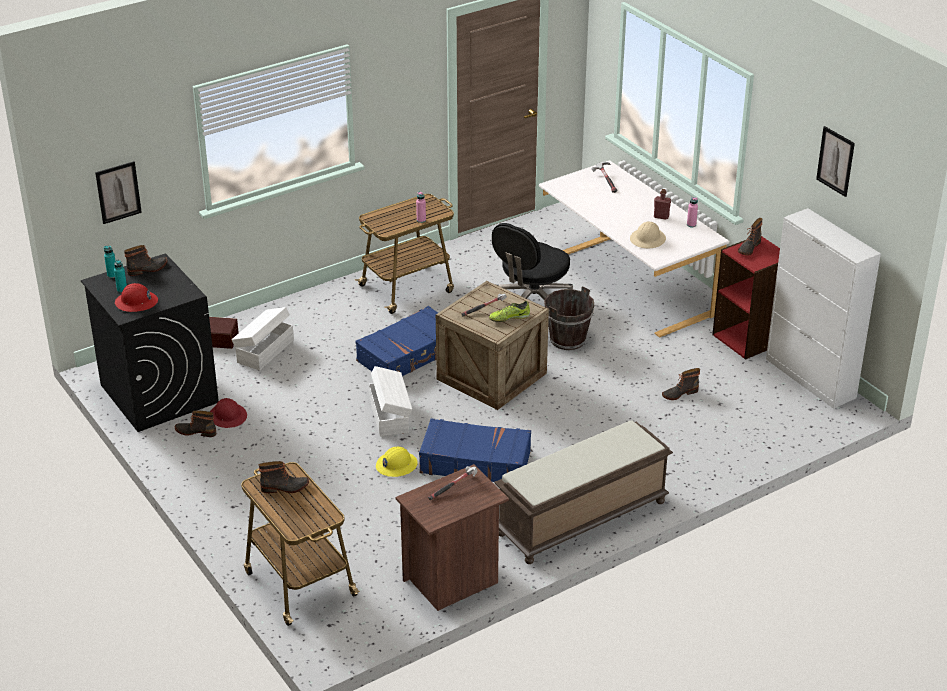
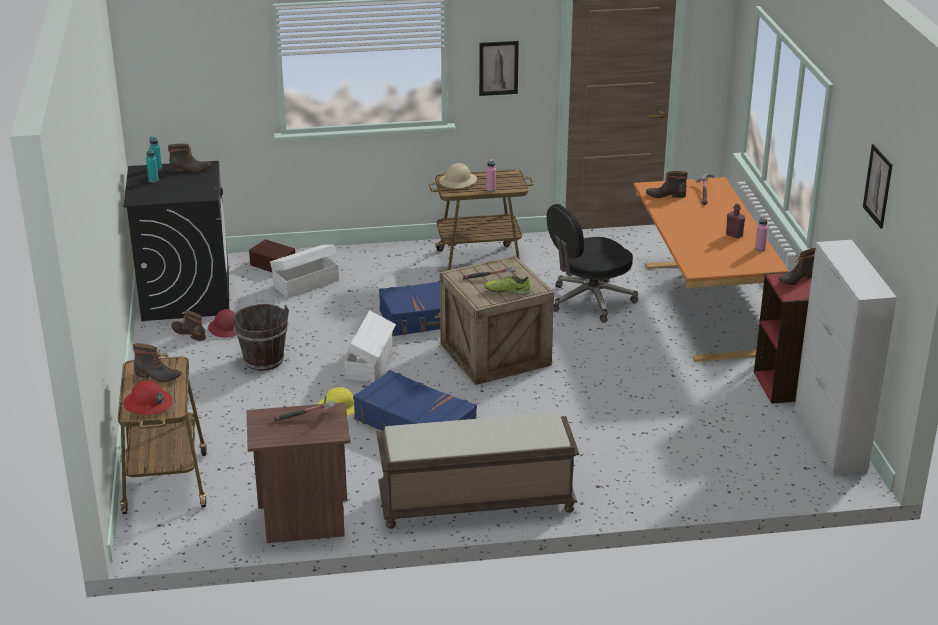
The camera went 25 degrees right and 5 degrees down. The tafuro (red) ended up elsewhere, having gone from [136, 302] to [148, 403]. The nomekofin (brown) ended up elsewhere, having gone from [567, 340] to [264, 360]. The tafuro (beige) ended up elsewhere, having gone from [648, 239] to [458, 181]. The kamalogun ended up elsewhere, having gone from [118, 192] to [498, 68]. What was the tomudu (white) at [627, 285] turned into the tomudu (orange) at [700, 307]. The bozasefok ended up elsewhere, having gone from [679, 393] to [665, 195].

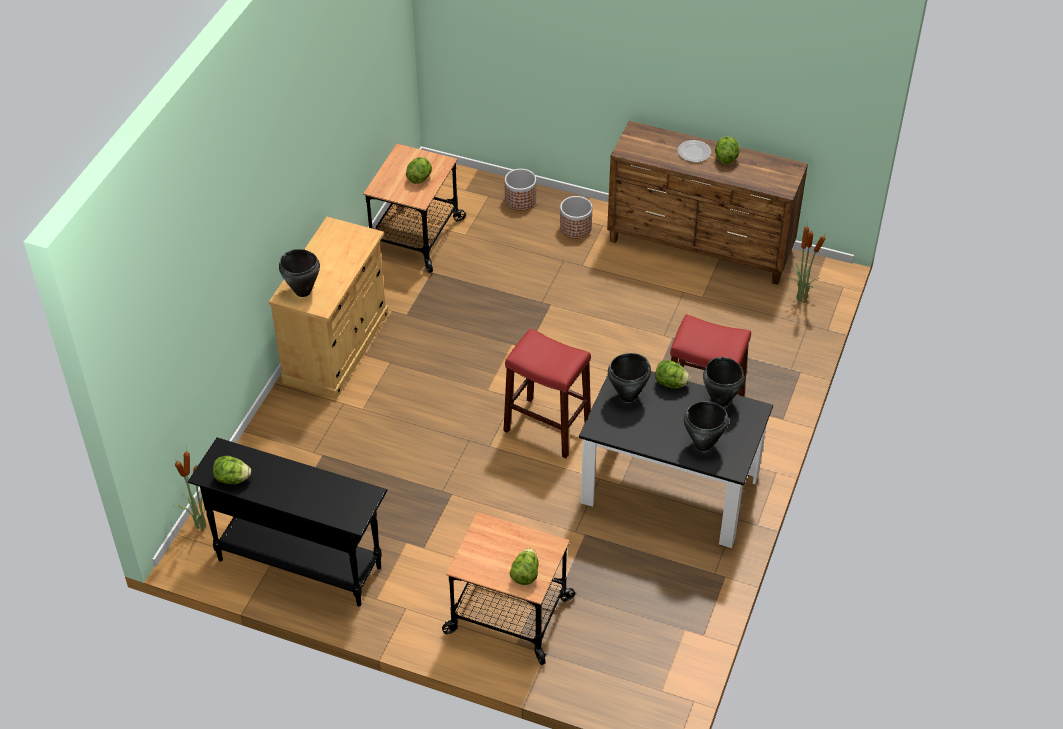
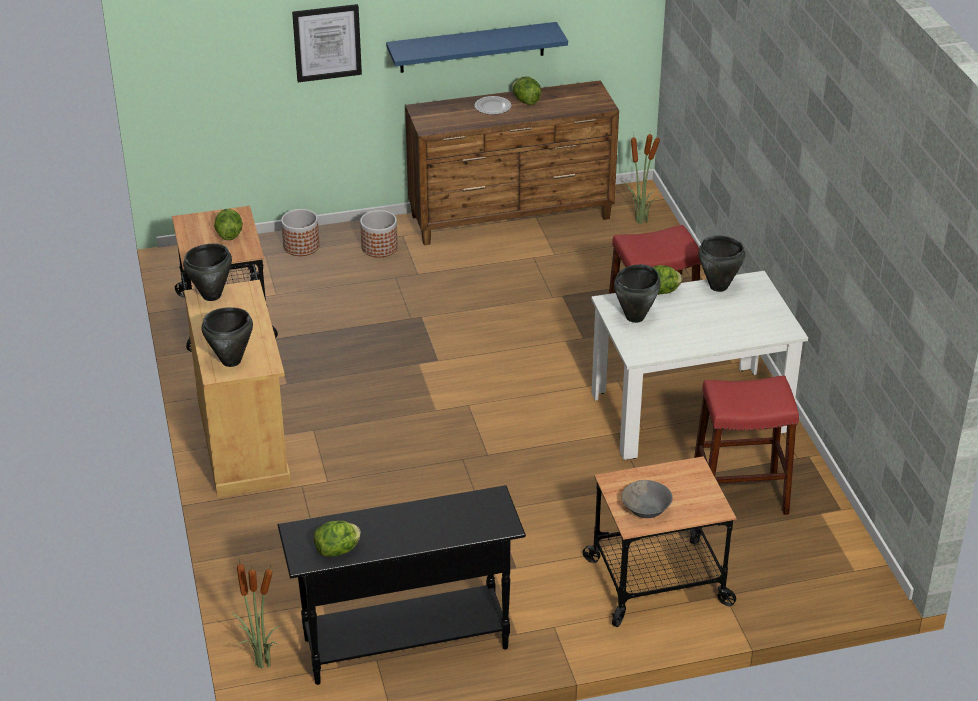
The camera went 35 degrees left and 10 degrees down. The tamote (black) ended up elsewhere, having gone from [703, 445] to [212, 295]. The second view gained the kamalogun at [327, 42]. The second view gained the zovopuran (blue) at [472, 47]. What was the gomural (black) at [670, 490] turned into the gomural (white) at [689, 413]. The second view gained the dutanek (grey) at [646, 510]. The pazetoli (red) ended up elsewhere, having gone from [547, 427] to [739, 496]. The second view lost the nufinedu at [525, 574].

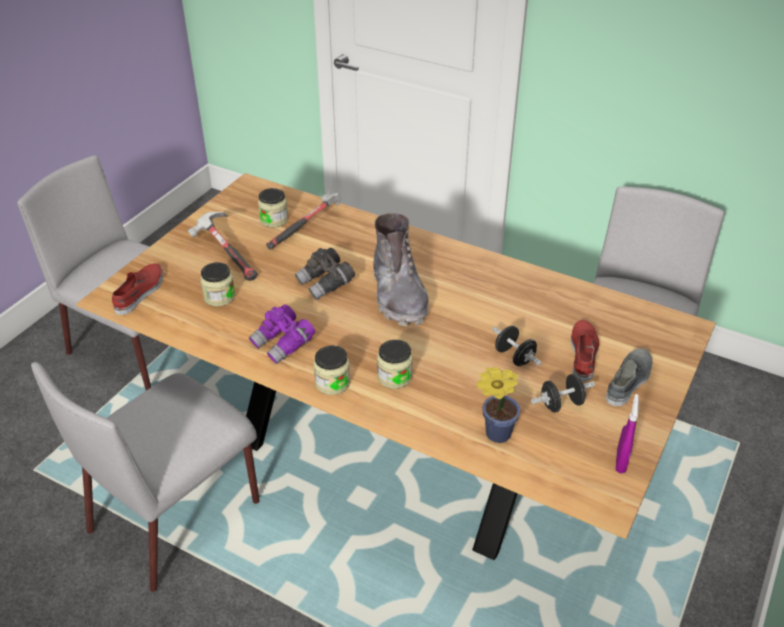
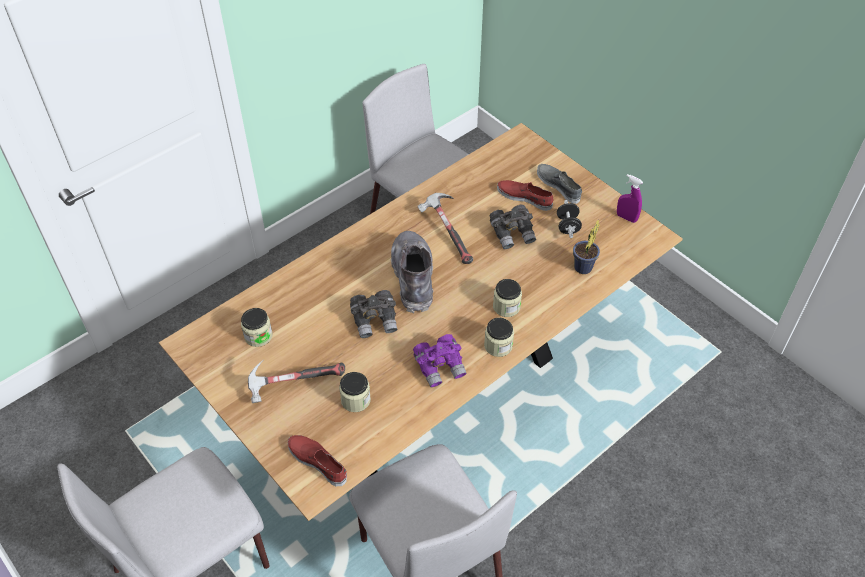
The camera went 70 degrees left and 10 degrees up. The bozasefok (grey) at [398, 295] ended up facing another way, 105 degrees counterclockwise from before. The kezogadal ended up elsewhere, having gone from [307, 228] to [448, 233]. Where the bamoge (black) stood at [514, 357], the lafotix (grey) came to stand at [512, 233].

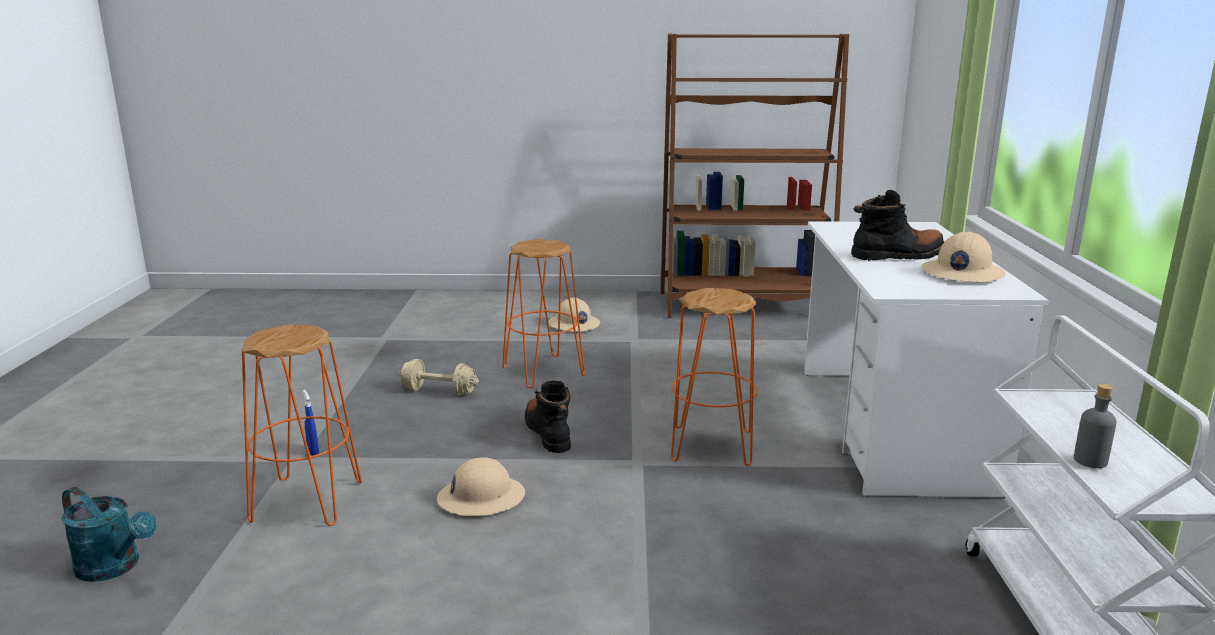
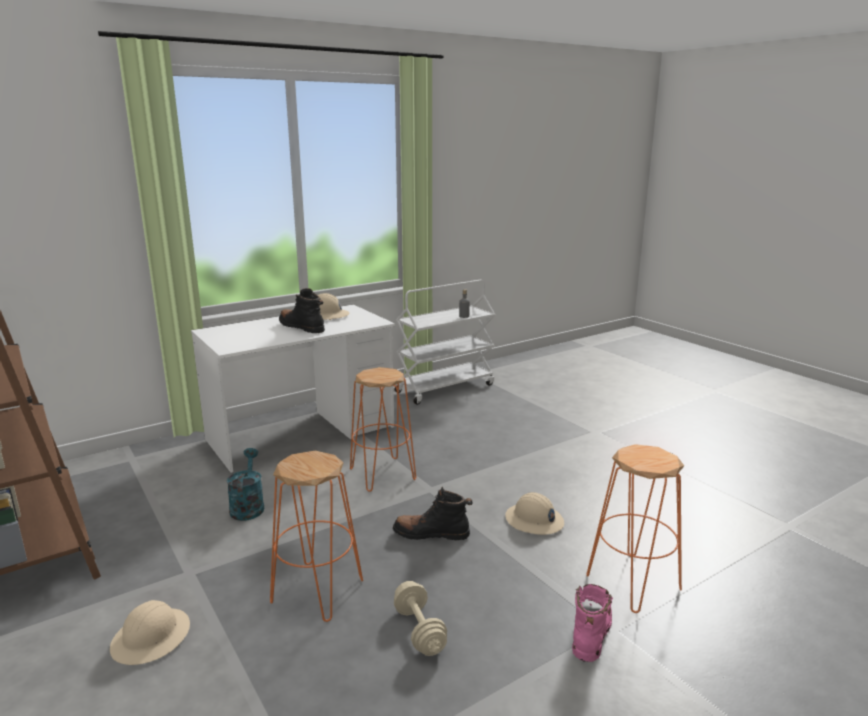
The camera went 125 degrees left and 0 degrees up. The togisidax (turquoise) ended up elsewhere, having gone from [115, 567] to [248, 506]. The bozasefok (black) at [548, 433] ended up facing another way, 60 degrees clockwise from before. Where the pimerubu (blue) stood at [313, 451], the bozasefok (pink) came to stand at [591, 630].

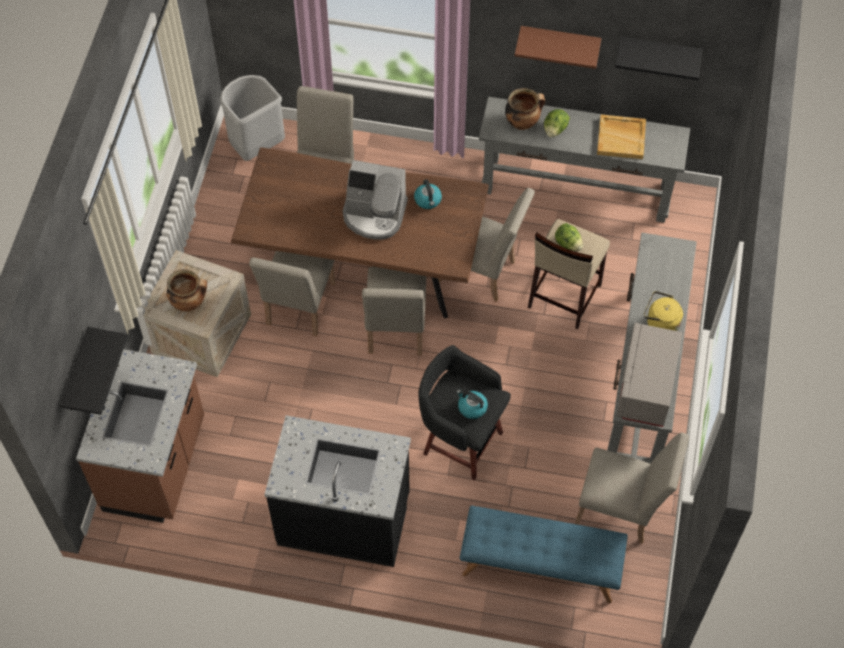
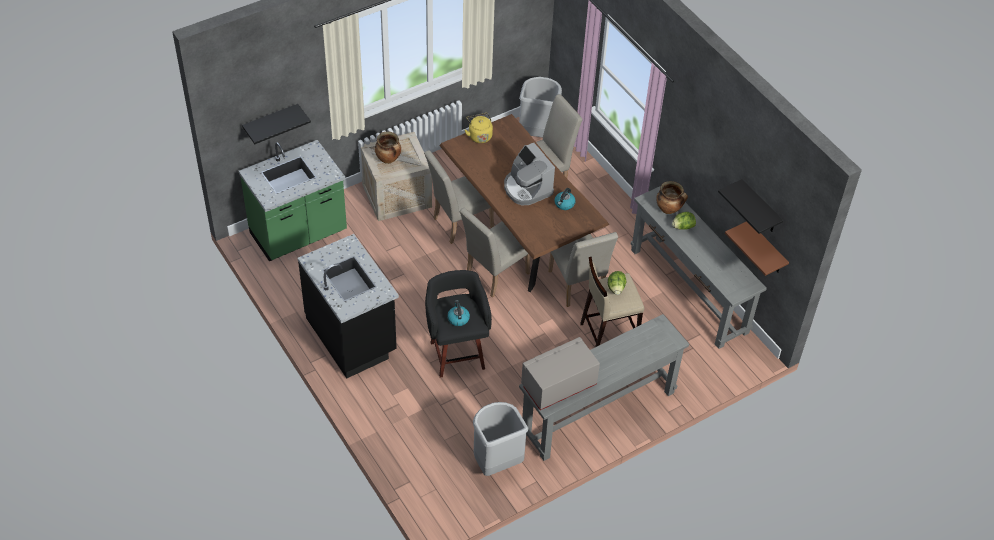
The camera went 45 degrees right and 10 degrees down. What was the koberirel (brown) at [156, 465] turned into the koberirel (green) at [299, 235]. The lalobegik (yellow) ended up elsewhere, having gone from [660, 323] to [479, 135]. Where the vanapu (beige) stood at [622, 511], the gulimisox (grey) came to stand at [496, 462]. The zovopuran (brown) ended up elsewhere, having gone from [559, 42] to [766, 249]. The second view lost the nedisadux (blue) at [540, 567]. The second view lost the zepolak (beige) at [621, 138].

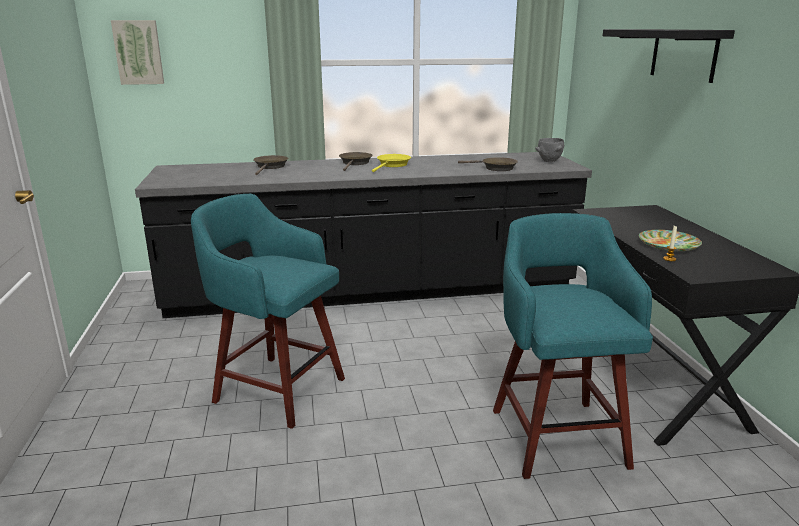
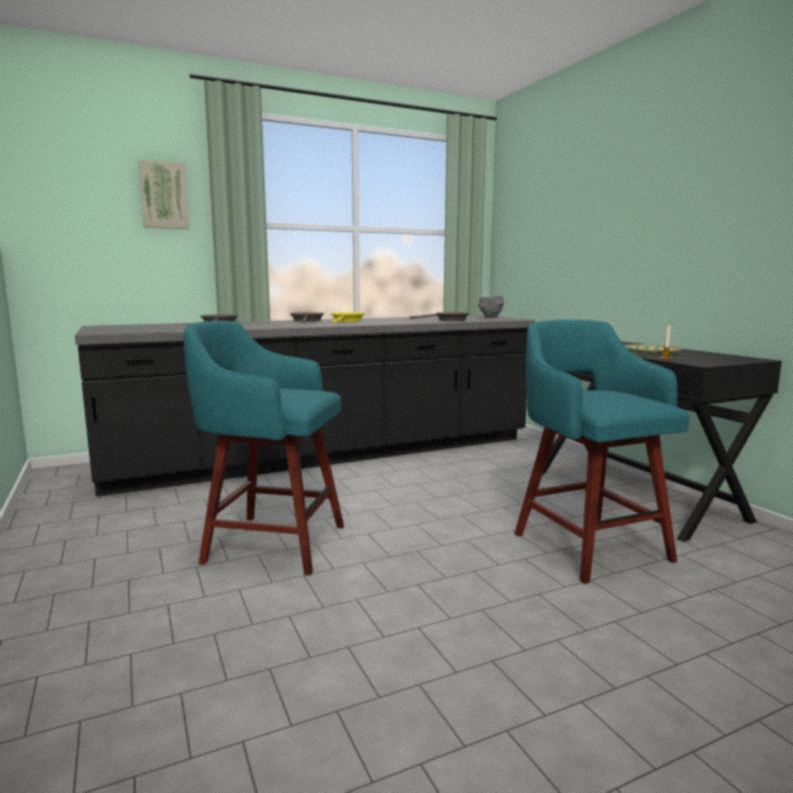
The camera went 15 degrees left and 10 degrees down. The kamalogun ended up elsewhere, having gone from [138, 52] to [164, 195]. The second view lost the zovopuran (black) at [683, 54].

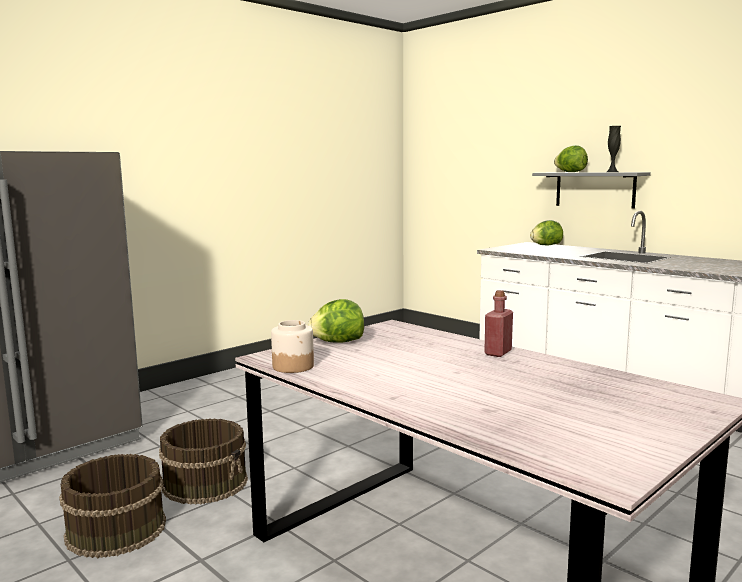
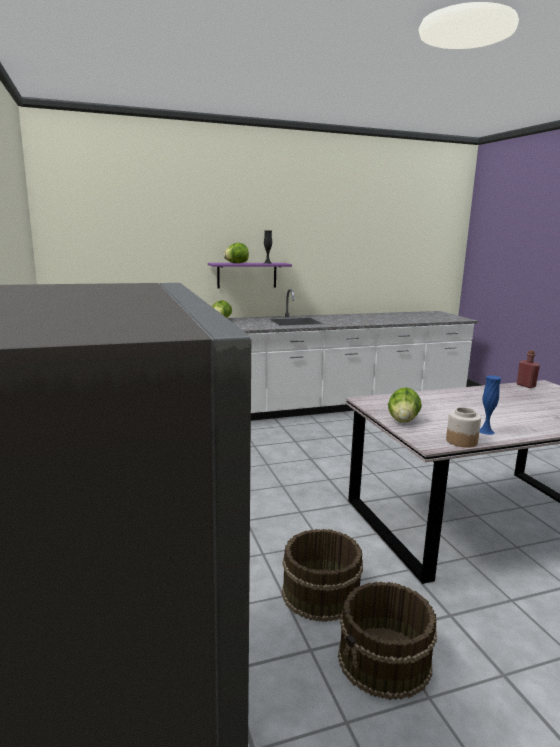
The camera went 65 degrees left and 5 degrees up. What was the zovopuran (grey) at [595, 189] turned into the zovopuran (purple) at [247, 275]. The second view gained the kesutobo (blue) at [486, 431]. The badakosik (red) ended up elsewhere, having gone from [498, 353] to [526, 385].

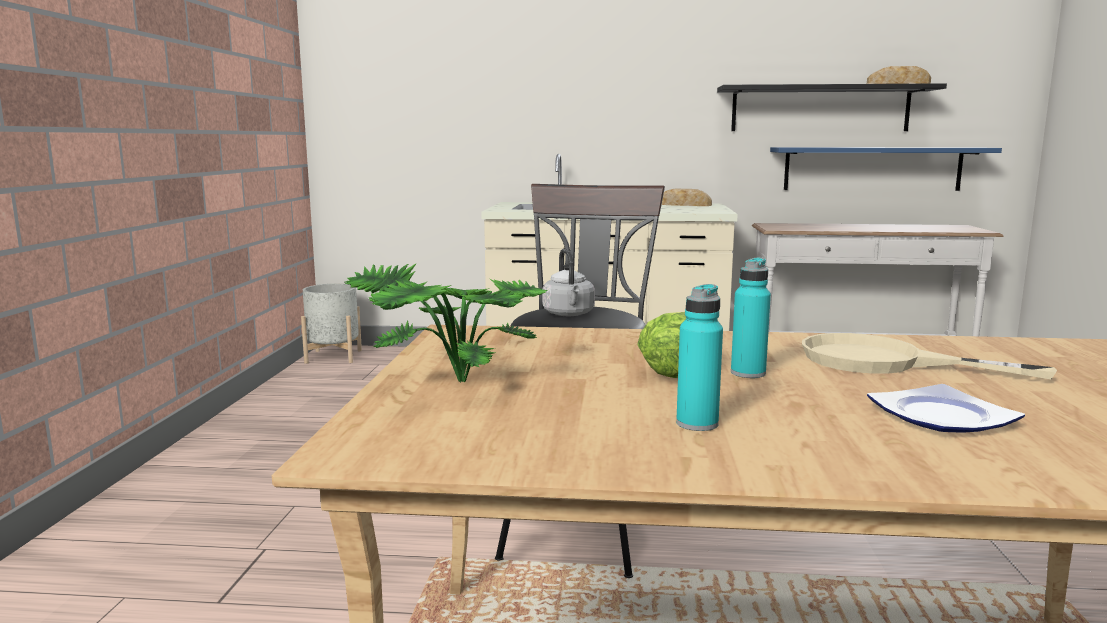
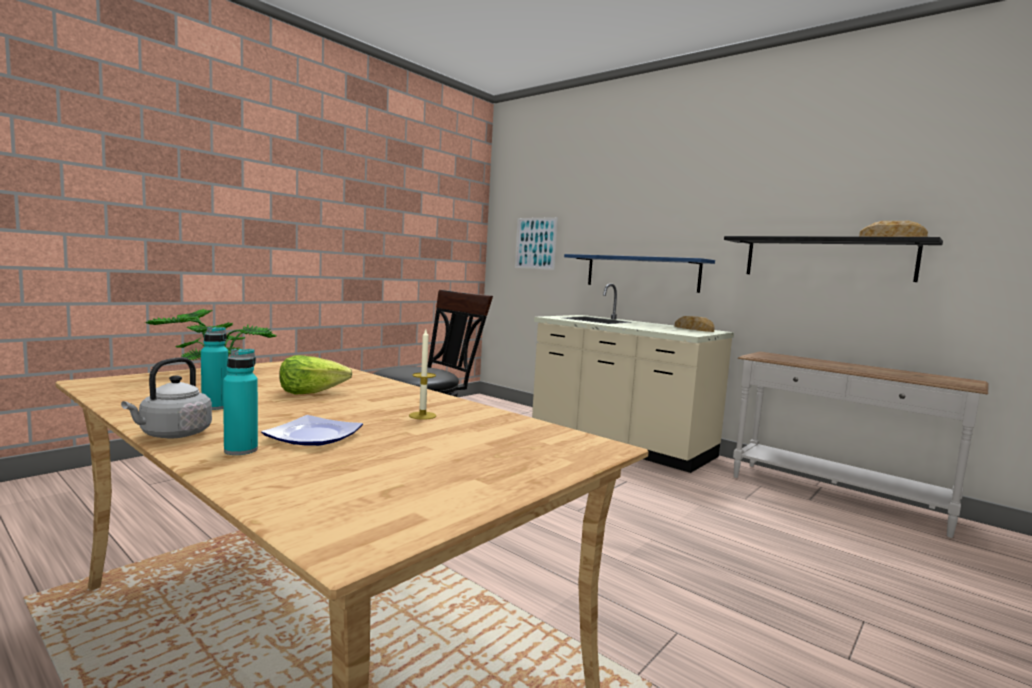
The camera went 35 degrees right and 5 degrees down. The lalobegik (grey) ended up elsewhere, having gone from [569, 314] to [173, 435]. The badakosik (turquoise) ended up elsewhere, having gone from [748, 373] to [241, 450]. Where the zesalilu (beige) stood at [884, 361], the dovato came to stand at [422, 415]. The second view gained the kamalogun at [536, 243]. The zovopuran (blue) ended up elsewhere, having gone from [872, 168] to [641, 273]. The second view lost the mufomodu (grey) at [333, 356].

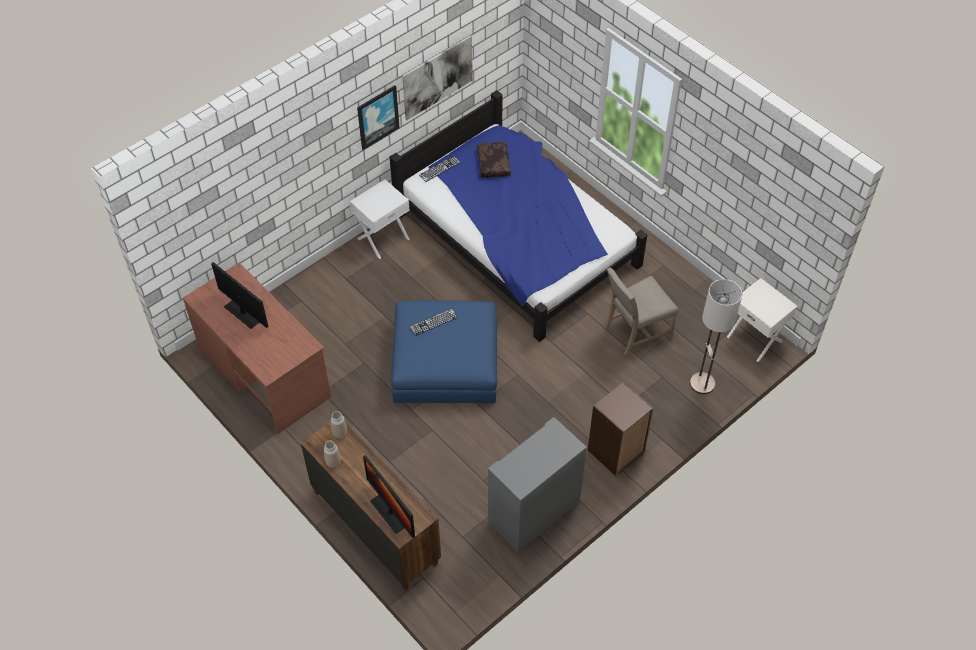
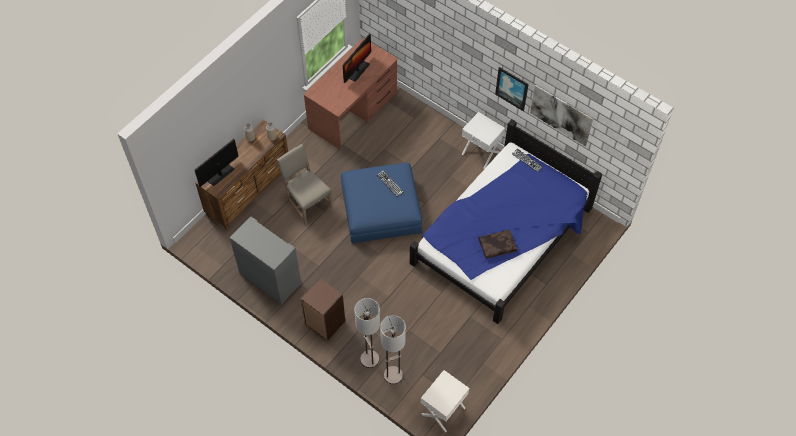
The camera went 80 degrees right and 5 degrees up. The vanapu (beige) ended up elsewhere, having gone from [635, 331] to [307, 203]. The second view gained the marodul at [369, 359]. The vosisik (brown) ended up elsewhere, having gone from [493, 163] to [497, 246].

